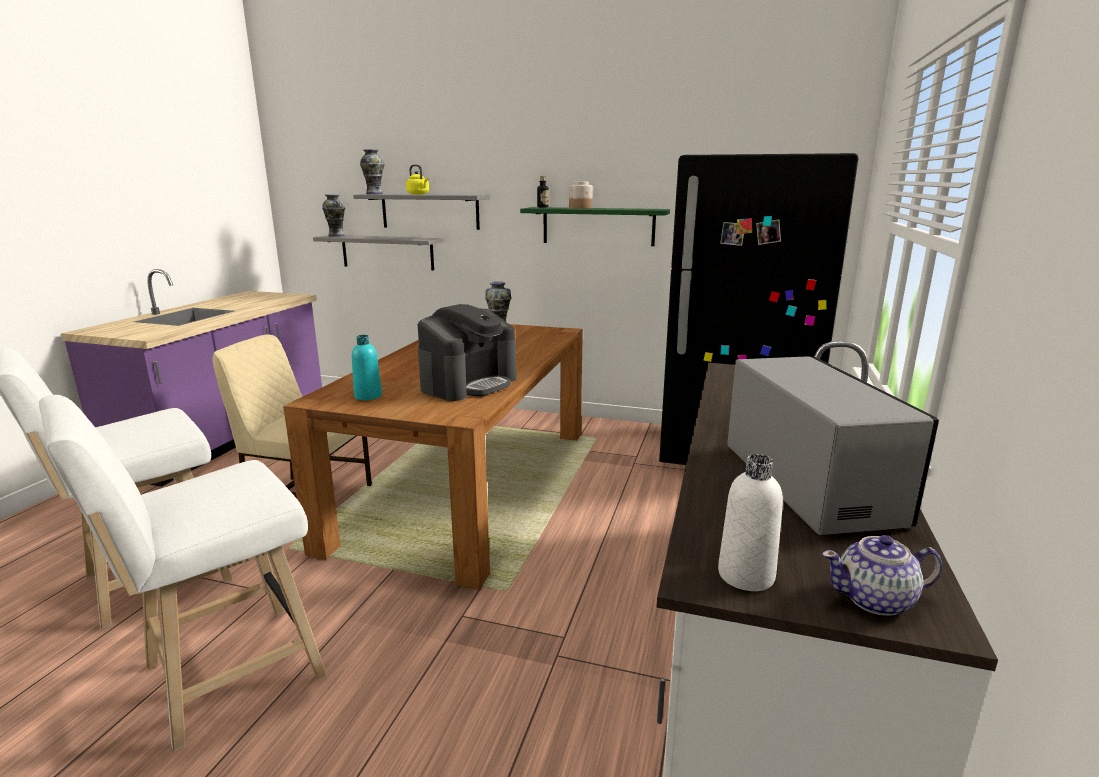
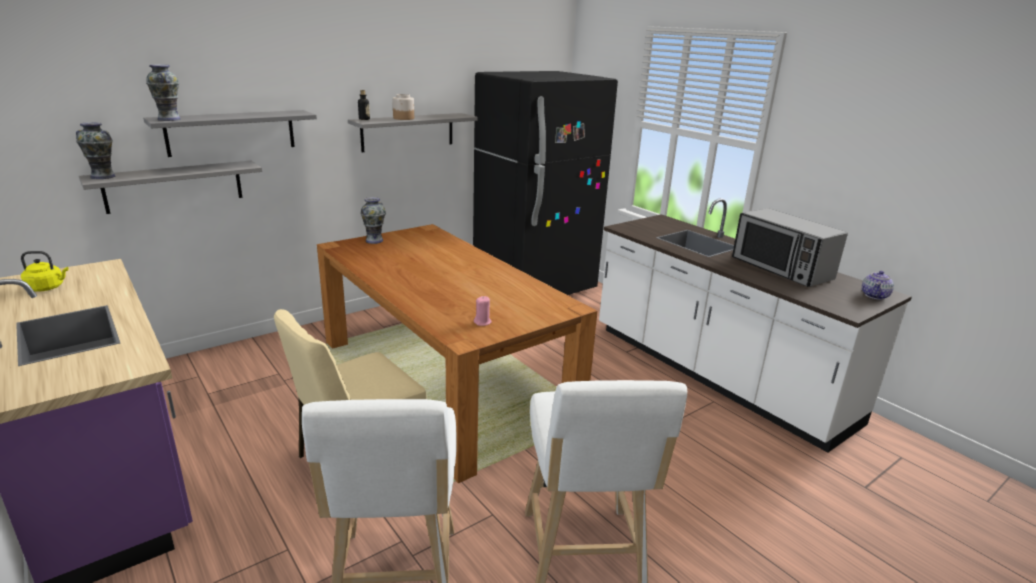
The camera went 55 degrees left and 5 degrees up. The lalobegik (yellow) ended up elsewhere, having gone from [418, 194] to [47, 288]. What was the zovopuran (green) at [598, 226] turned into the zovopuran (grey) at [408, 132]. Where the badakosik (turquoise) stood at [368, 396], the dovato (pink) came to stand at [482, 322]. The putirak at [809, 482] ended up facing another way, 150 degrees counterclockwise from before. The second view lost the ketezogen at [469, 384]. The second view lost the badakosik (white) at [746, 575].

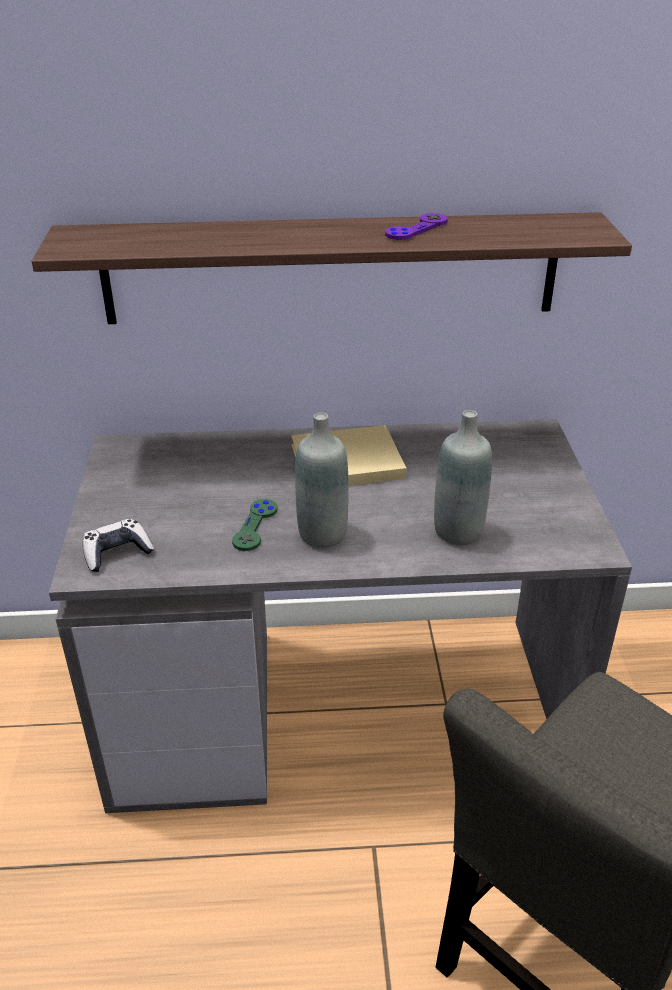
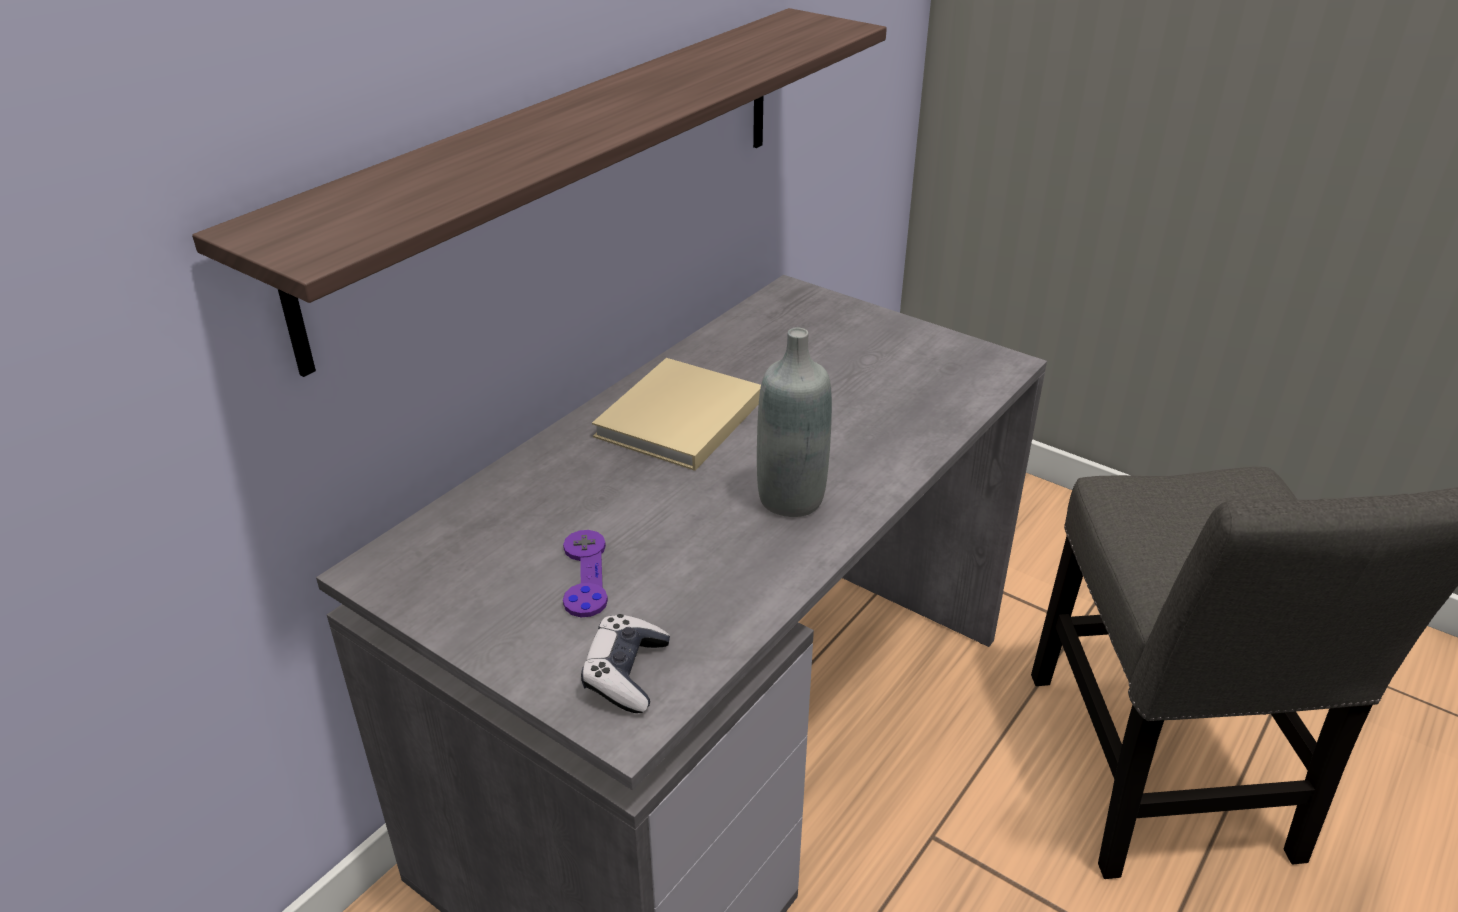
The camera went 50 degrees left and 0 degrees up. The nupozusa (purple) ended up elsewhere, having gone from [416, 229] to [585, 575]. The second view lost the nupozusa (green) at [255, 526]. The second view lost the badakosik (grey) at [458, 531].

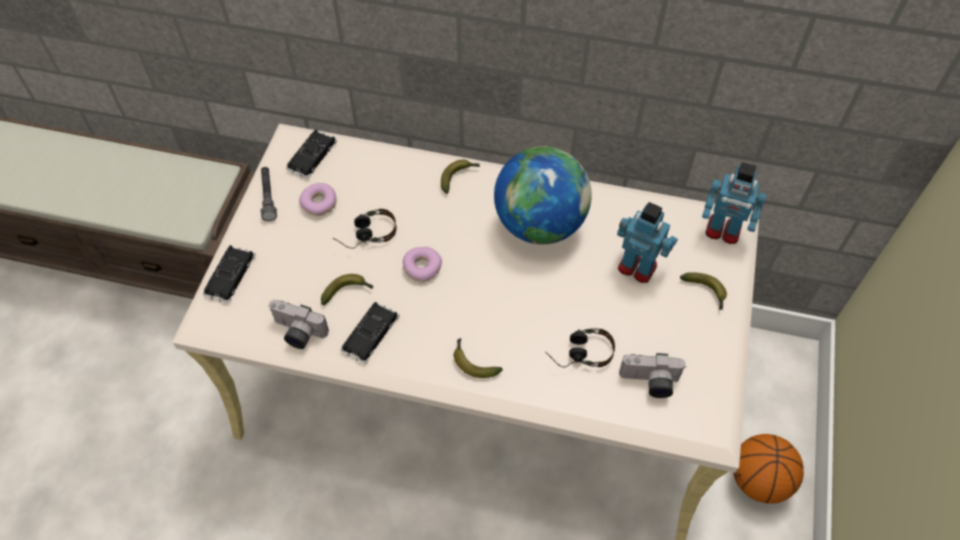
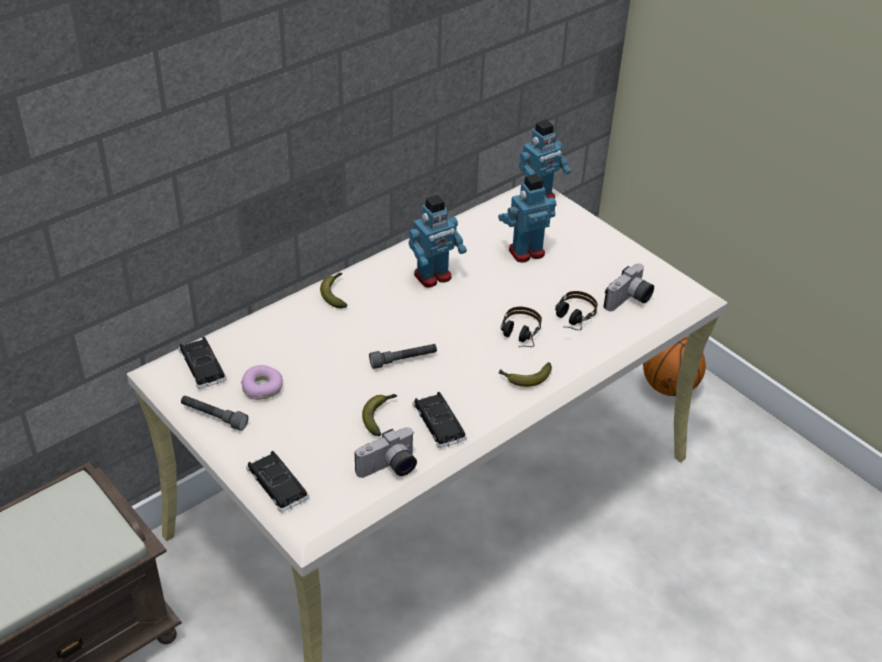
The camera went 55 degrees left and 15 degrees down. Where the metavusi stood at [422, 267], the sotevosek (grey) came to stand at [403, 360]. Where the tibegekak stood at [539, 224], the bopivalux came to stand at [433, 277]. The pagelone ended up elsewhere, having gone from [365, 234] to [518, 337]. The second view lost the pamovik at [706, 292].

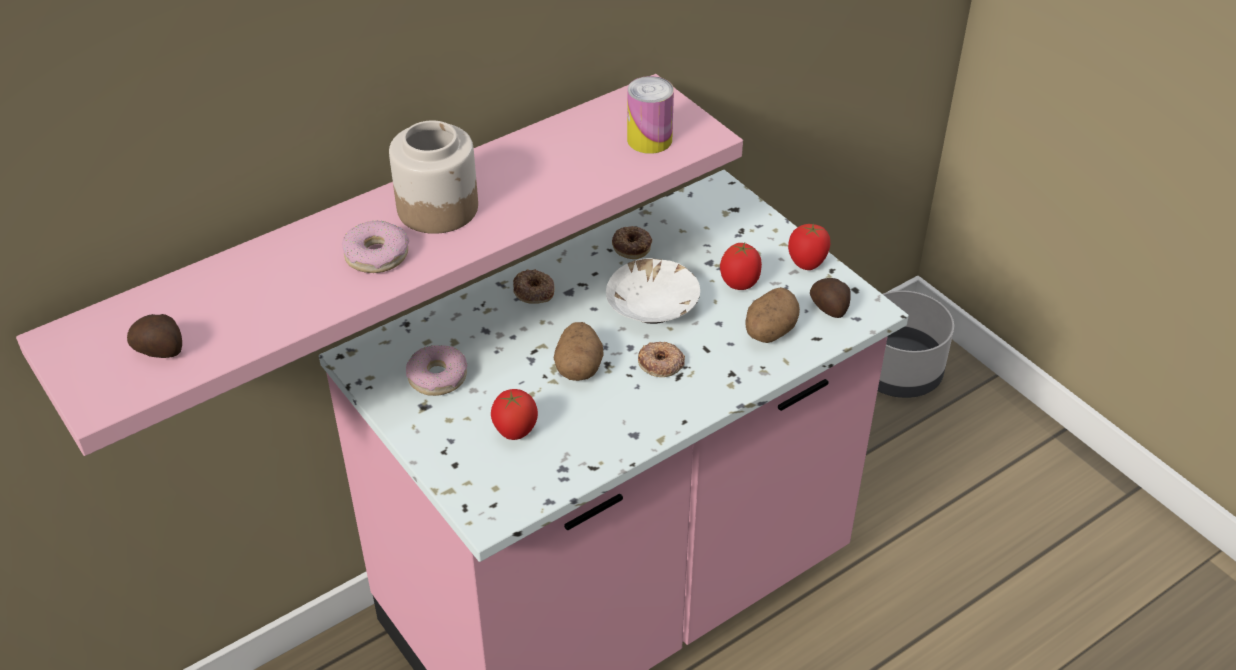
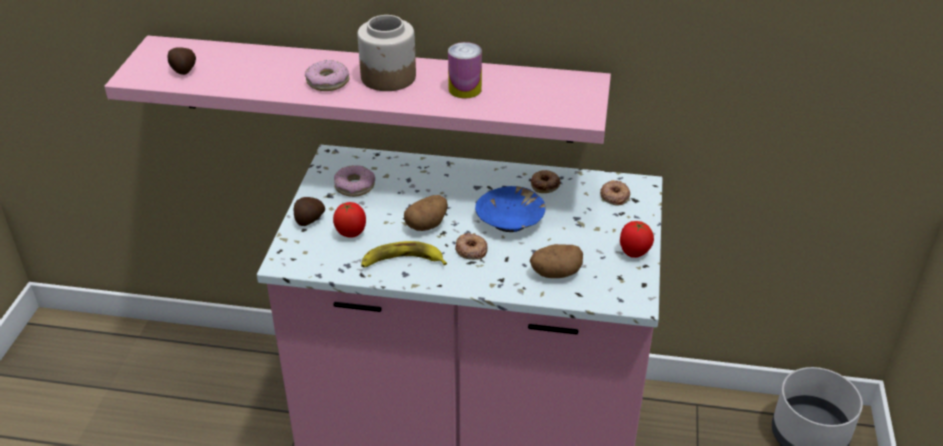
The camera went 45 degrees right and 5 degrees down. The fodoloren ended up elsewhere, having gone from [830, 309] to [309, 220]. The second view gained the pamovik at [402, 262]. The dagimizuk ended up elsewhere, having gone from [649, 140] to [465, 89]. What was the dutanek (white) at [653, 306] turned into the dutanek (blue) at [510, 220]. The metavusi ended up elsewhere, having gone from [533, 291] to [614, 196]. The second view lost the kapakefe at [739, 284].

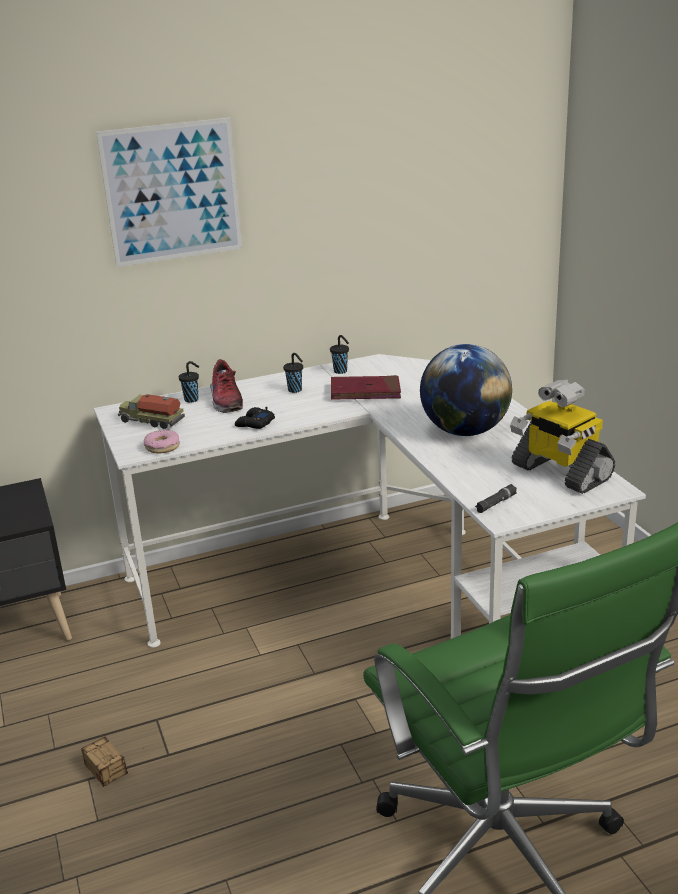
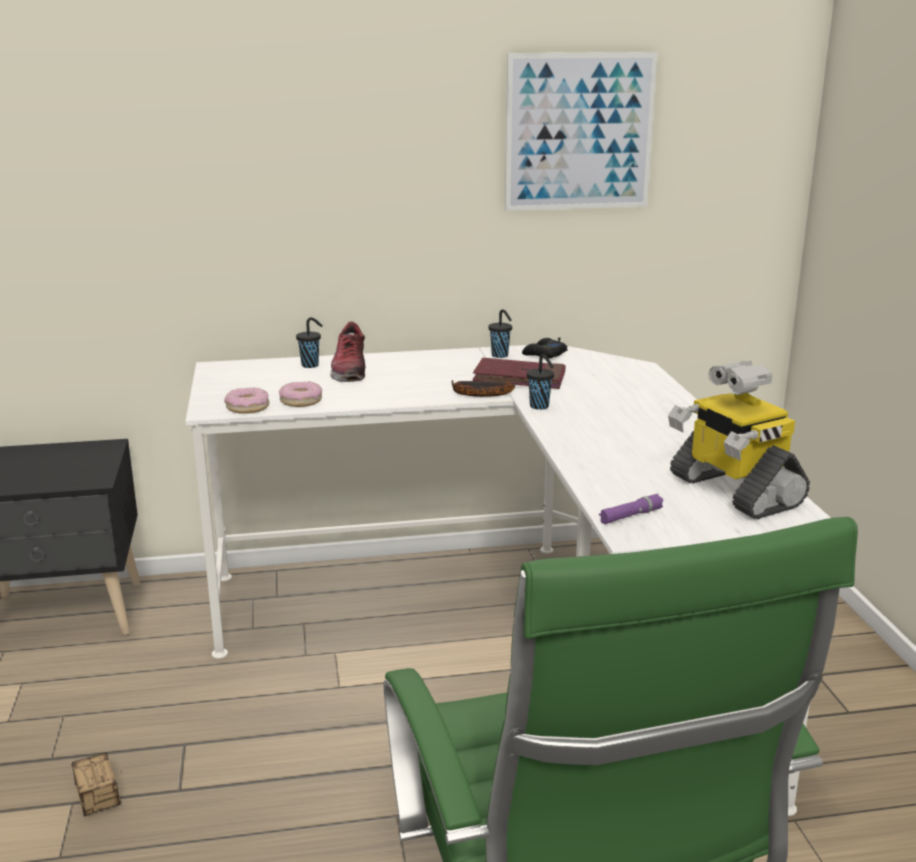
The camera went 10 degrees right and 5 degrees down. The second view gained the metavusi at [301, 401]. The second view gained the pamovik at [477, 394]. The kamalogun ended up elsewhere, having gone from [172, 192] to [579, 132]. The nupozusa (black) ended up elsewhere, having gone from [254, 423] to [544, 354]. The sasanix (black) ended up elsewhere, having gone from [295, 390] to [540, 407]. What was the sotevosek (black) at [496, 503] turned into the sotevosek (purple) at [630, 515]. The second view lost the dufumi at [151, 421]. The second view lost the tibegekak at [465, 431].

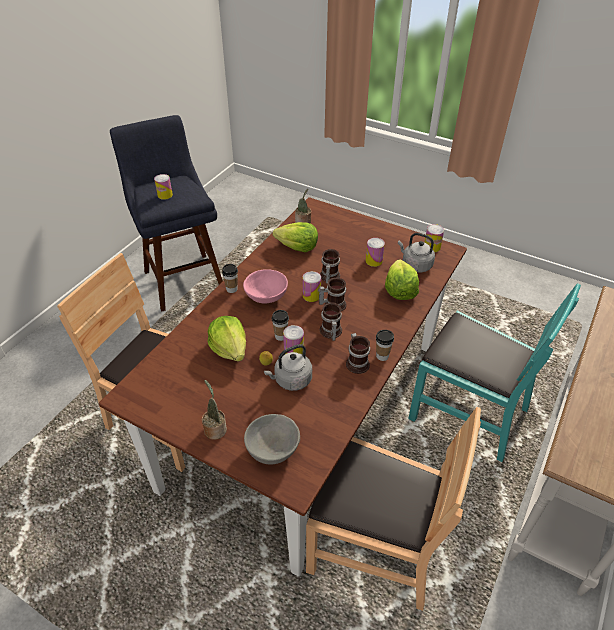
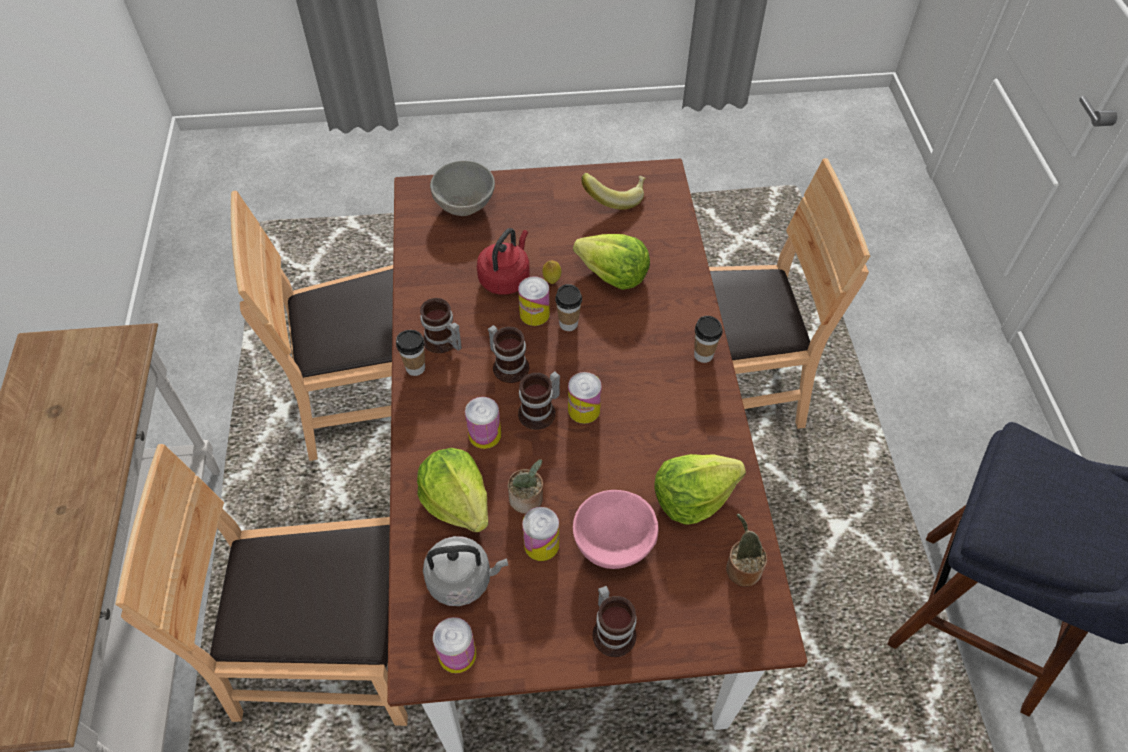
The camera went 145 degrees right and 10 degrees up. What was the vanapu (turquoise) at [468, 412] turned into the vanapu (brown) at [329, 652]. The dagimizuk ended up elsewhere, having gone from [165, 195] to [484, 434]. What was the lalobegik (grey) at [291, 380] turned into the lalobegik (red) at [506, 278]. The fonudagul ended up elsewhere, having gone from [215, 428] to [528, 500]. The dutanek (pink) ended up elsewhere, having gone from [266, 298] to [612, 542]. The second view gained the pamovik at [614, 197]. The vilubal ended up elsewhere, having gone from [328, 277] to [614, 630].

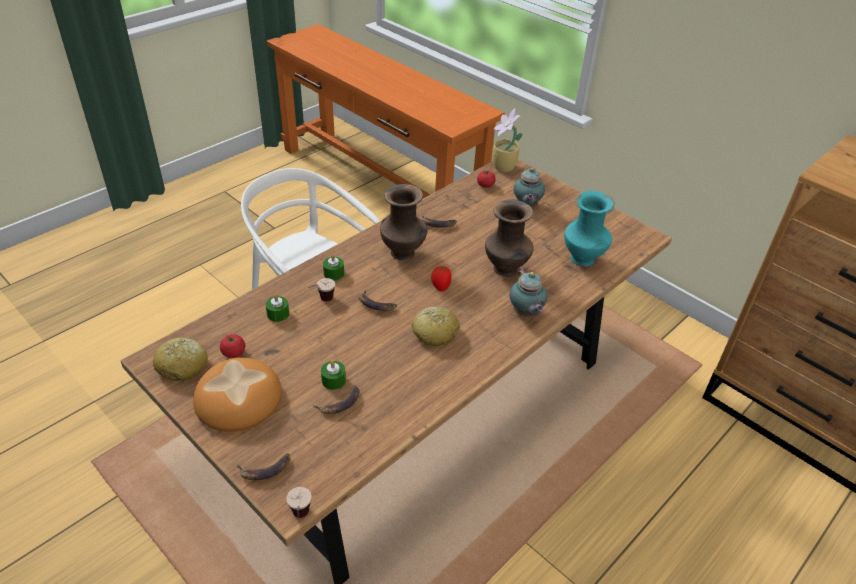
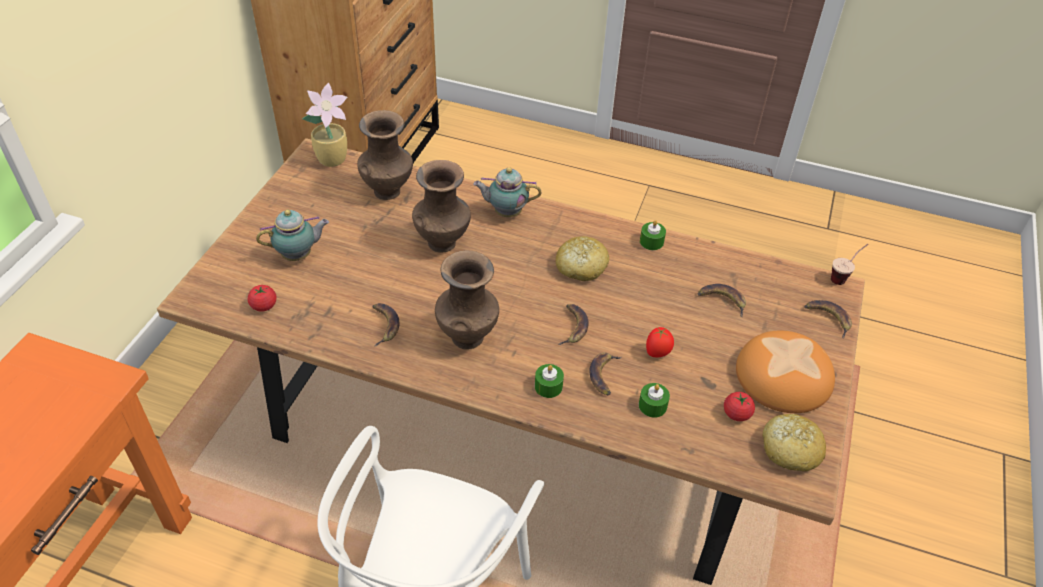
The camera went 115 degrees left and 5 degrees up. The fonudagul ended up elsewhere, having gone from [503, 167] to [334, 159]. What was the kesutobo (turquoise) at [583, 260] turned into the kesutobo (brown) at [388, 190]. The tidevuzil at [525, 314] ended up facing another way, 135 degrees counterclockwise from before. Where the sasanix stood at [321, 301], the pamovik came to stand at [604, 375]. The dovato (green) ended up elsewhere, having gone from [333, 380] to [651, 242]. The kapakefe ended up elsewhere, having gone from [440, 287] to [657, 353].

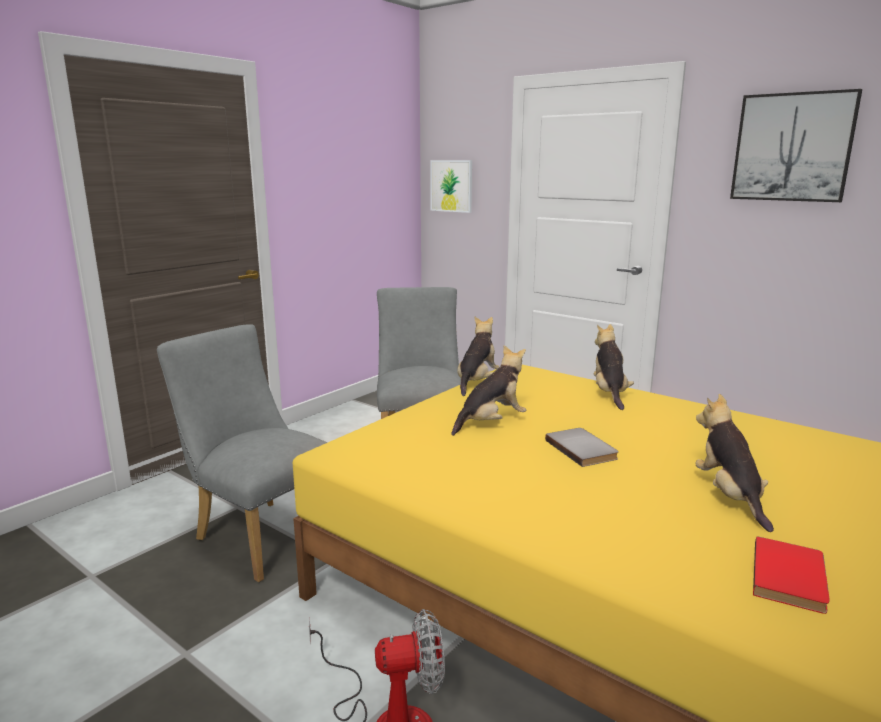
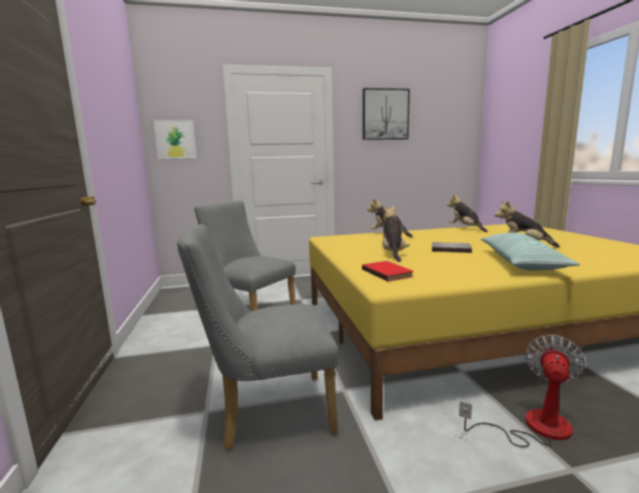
The camera went 50 degrees left and 5 degrees down. The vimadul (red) ended up elsewhere, having gone from [792, 578] to [388, 273]. The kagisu ended up elsewhere, having gone from [477, 382] to [465, 229]. The second view gained the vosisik at [521, 262].

